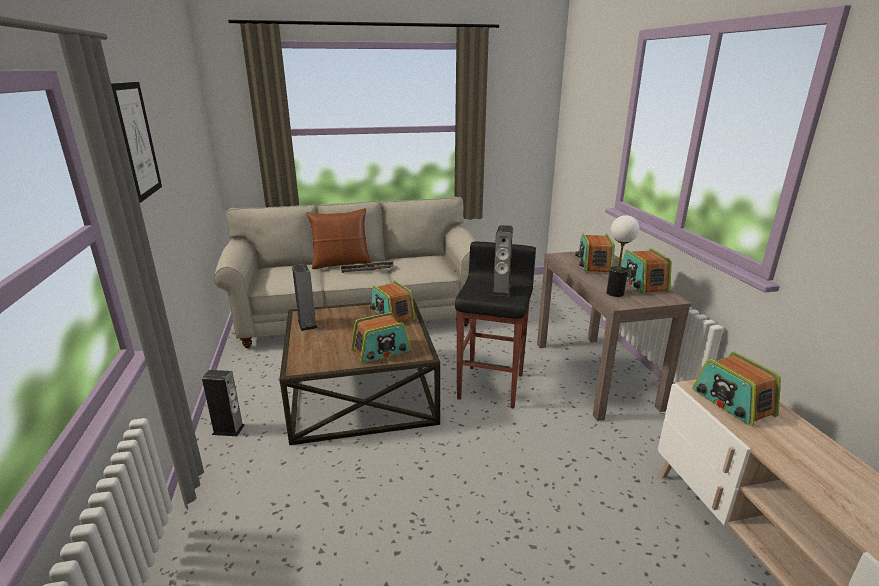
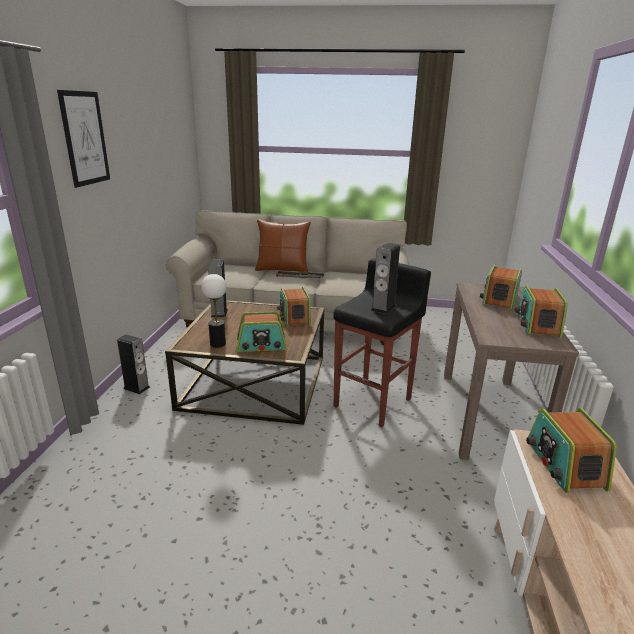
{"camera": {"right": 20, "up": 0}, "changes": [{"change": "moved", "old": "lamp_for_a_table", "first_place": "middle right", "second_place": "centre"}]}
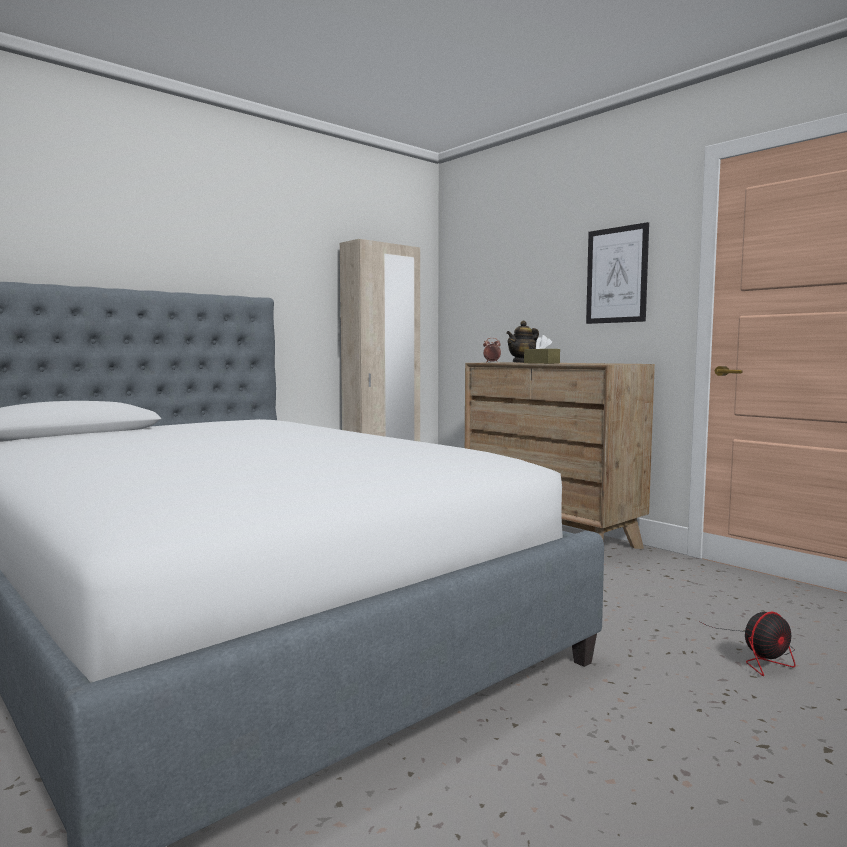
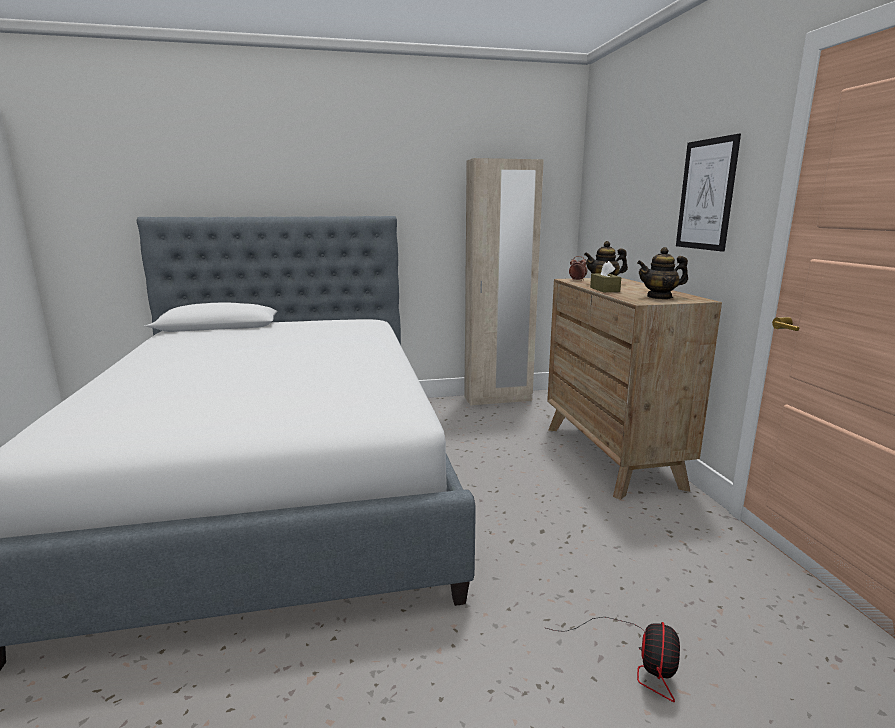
{"camera": {"right": 30, "up": 10}, "changes": [{"change": "turned", "old": "fan", "first_place": "bottom right", "second_place": "bottom right", "degrees": -75}, {"change": "added", "new": "teapot (2nd from left)", "second_place": "middle right"}]}
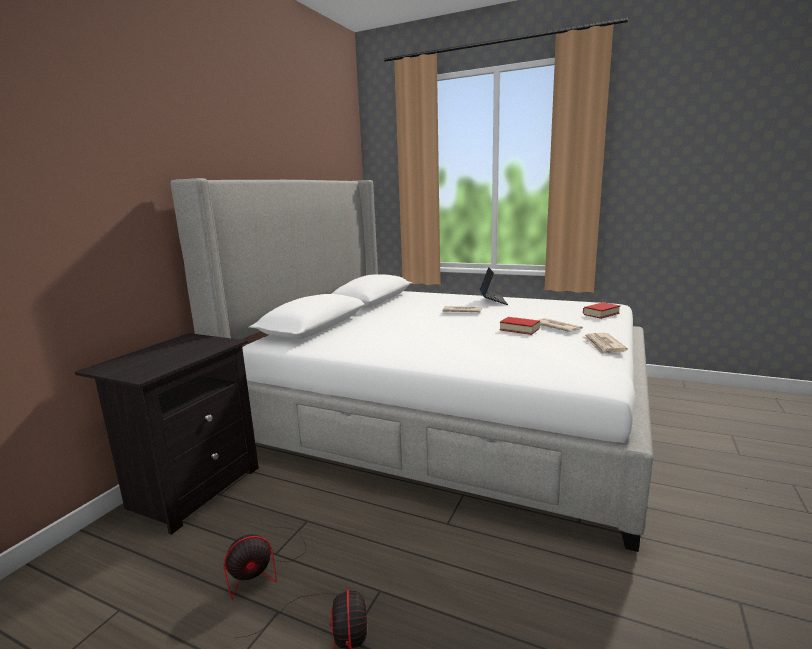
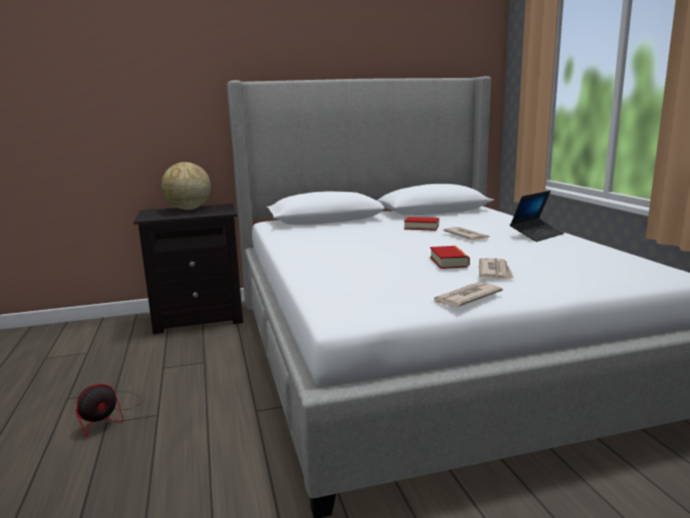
{"camera": {"right": 50, "up": 0}, "changes": [{"change": "added", "new": "globe", "second_place": "middle left"}, {"change": "moved", "old": "bound_book (2nd from left in the first image)", "new": "bound_book (1st from left)", "first_place": "middle right", "second_place": "centre"}, {"change": "removed", "old": "fan (1st from left)", "first_place": "bottom left"}]}
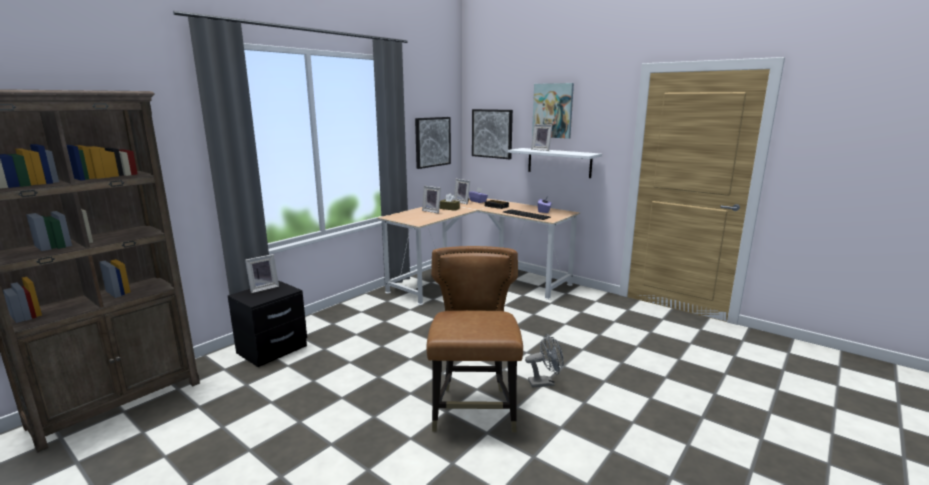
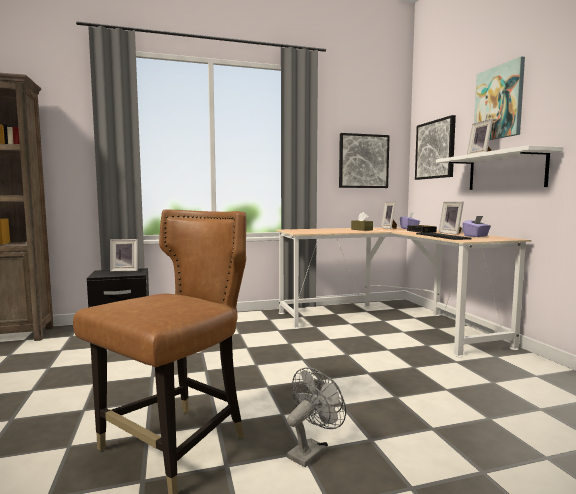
{"camera": {"right": 35, "up": -10}, "changes": [{"change": "turned", "old": "grey_fan", "first_place": "bottom centre", "second_place": "bottom centre", "degrees": -75}, {"change": "moved", "old": "picture_frame (2nd from left in the first image)", "new": "picture_frame (3rd from left)", "first_place": "centre", "second_place": "middle right"}]}
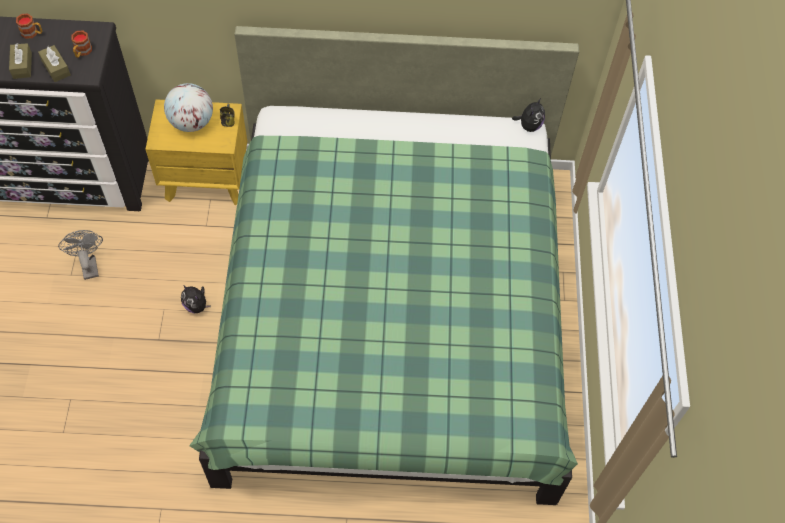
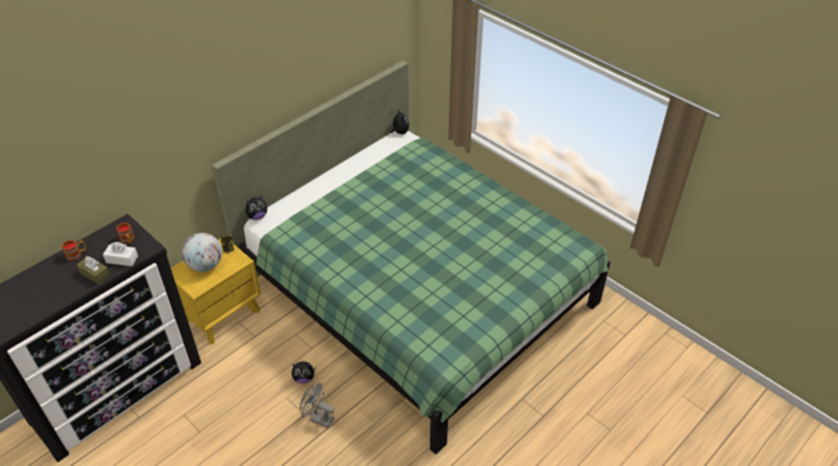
{"camera": {"right": -45, "up": -15}, "changes": [{"change": "recoloured", "old": "brown-coloured_tissue_box (2nd from left)", "new": "white_tissue_box", "first_place": "top left", "second_place": "middle left"}, {"change": "added", "new": "plush_toy (1st from left)", "second_place": "middle left"}, {"change": "moved", "old": "grey_fan", "first_place": "middle left", "second_place": "bottom centre"}]}
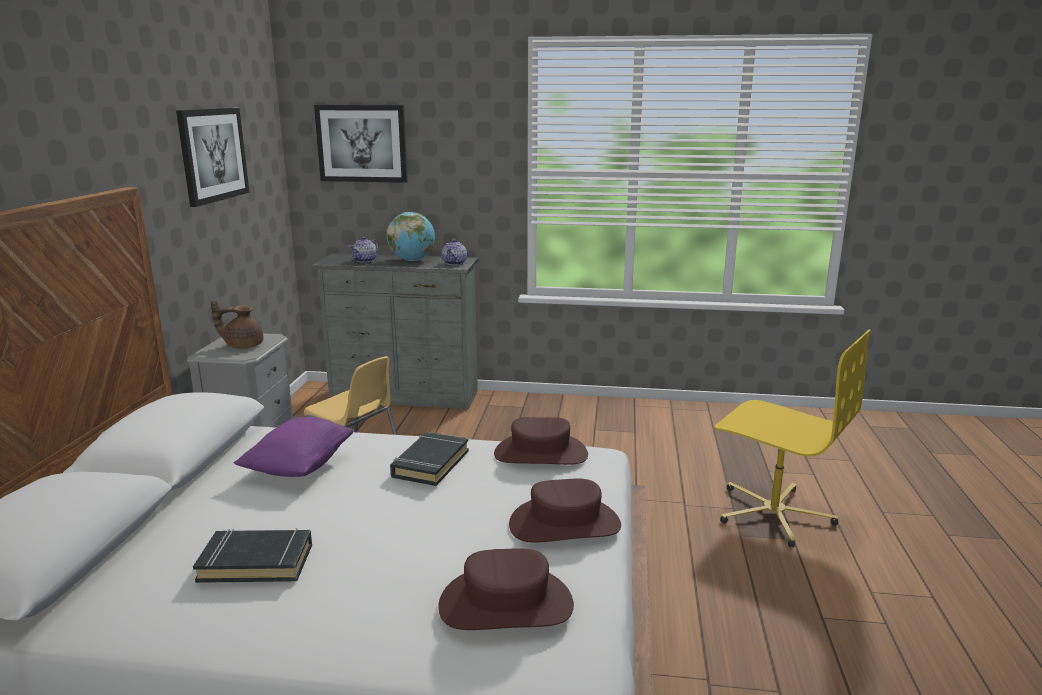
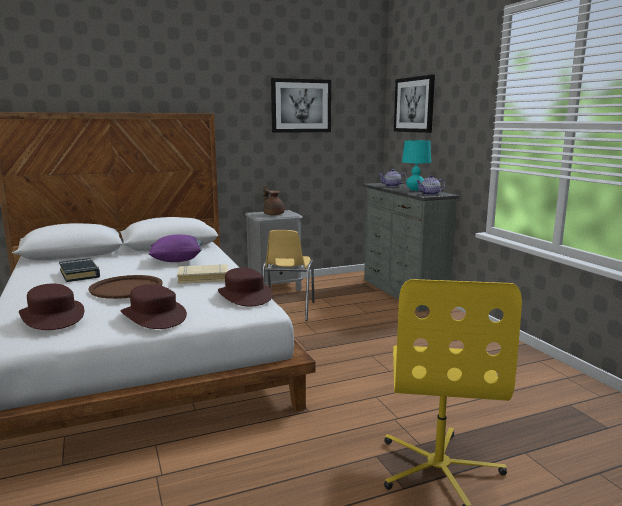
{"camera": {"right": 60, "up": -5}, "changes": [{"change": "added", "new": "brown-coloured_carrying_tray", "second_place": "middle left"}, {"change": "recoloured", "old": "black-coloured_bound_book (2nd from left)", "new": "beige_bound_book", "first_place": "centre", "second_place": "middle left"}, {"change": "replaced", "old": "globe", "new": "turquoise_lamp_for_a_table", "first_place": "centre", "second_place": "top right"}]}
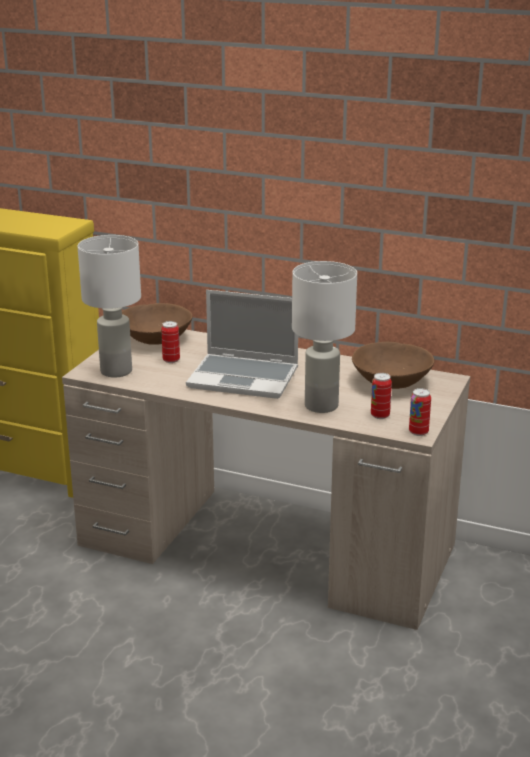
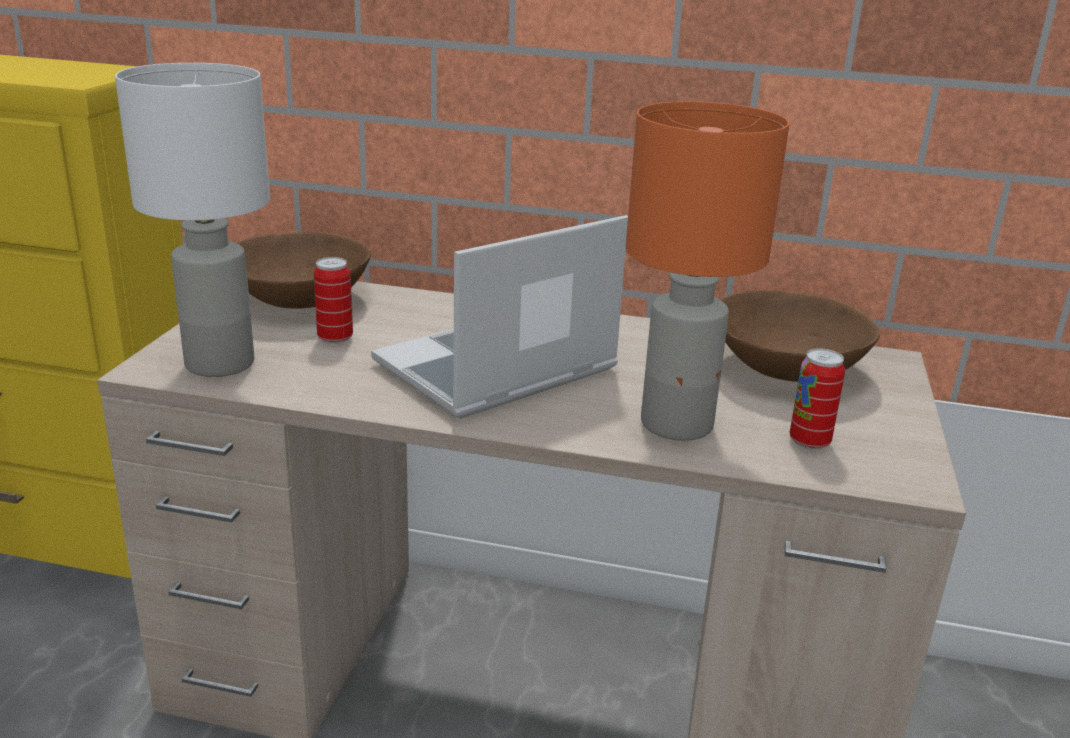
{"camera": {"right": -10, "up": 0}, "changes": [{"change": "turned", "old": "portable_computer", "first_place": "centre", "second_place": "centre", "degrees": 135}, {"change": "recoloured", "old": "white_lamp_for_a_table (2nd from left)", "new": "orange_lamp_for_a_table", "first_place": "centre", "second_place": "centre"}, {"change": "removed", "old": "can (3rd from left)", "first_place": "middle right"}]}
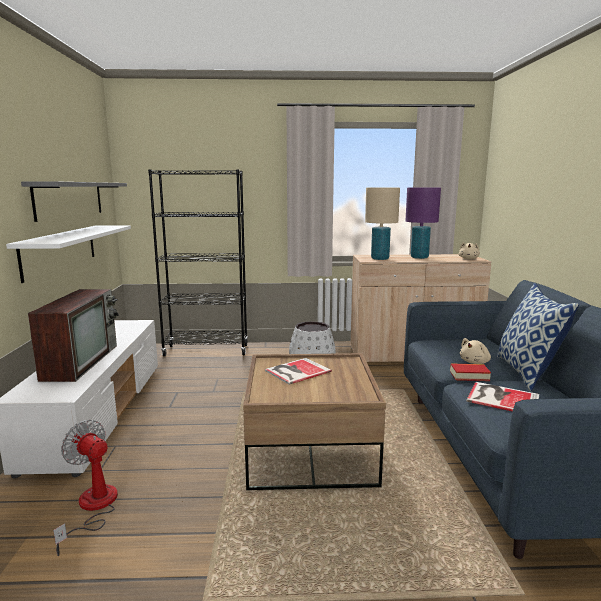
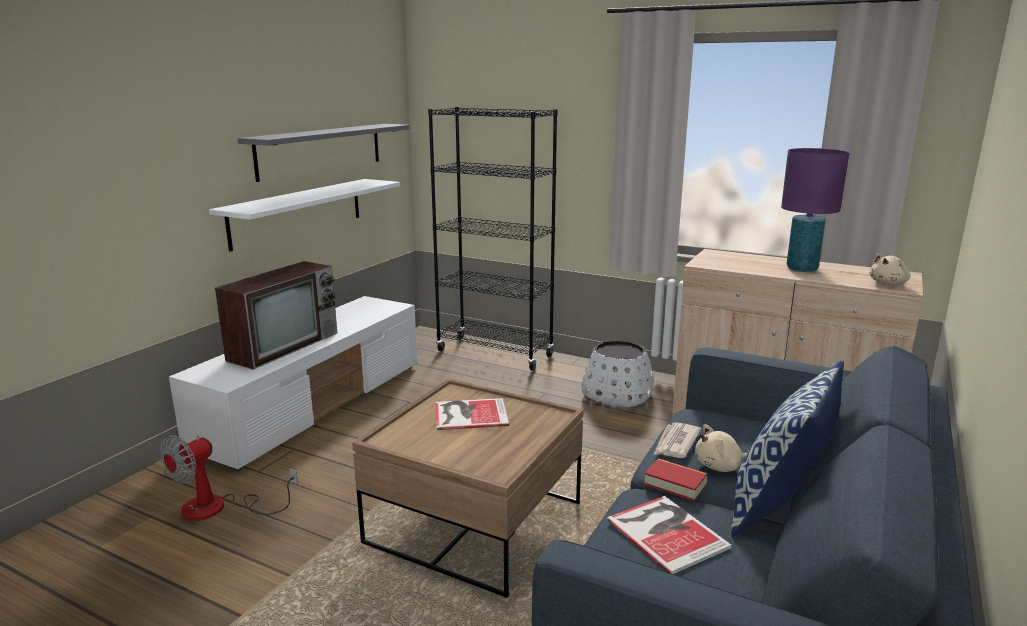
{"camera": {"right": 30, "up": 5}, "changes": [{"change": "turned", "old": "fan", "first_place": "bottom left", "second_place": "bottom left", "degrees": -120}, {"change": "added", "new": "daily_paper", "second_place": "bottom centre"}, {"change": "removed", "old": "beige_lamp_for_a_table", "first_place": "centre"}]}
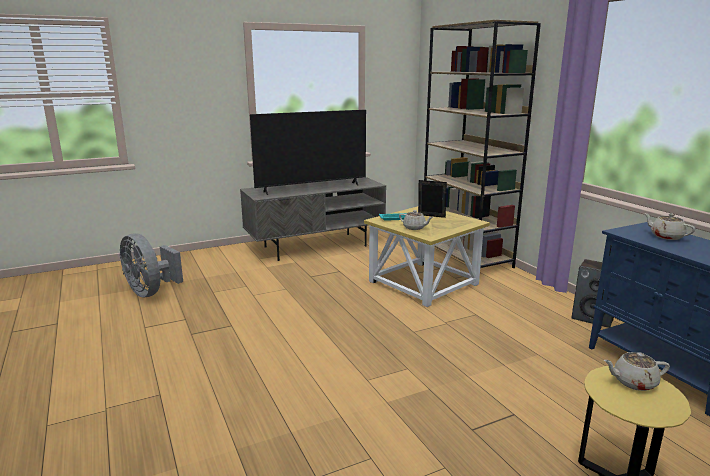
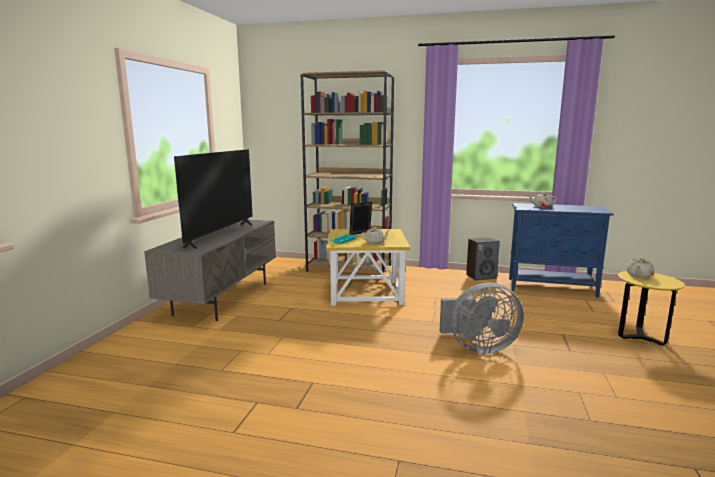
{"camera": {"right": -50, "up": -5}, "changes": [{"change": "moved", "old": "grey_fan", "first_place": "middle left", "second_place": "bottom right"}]}
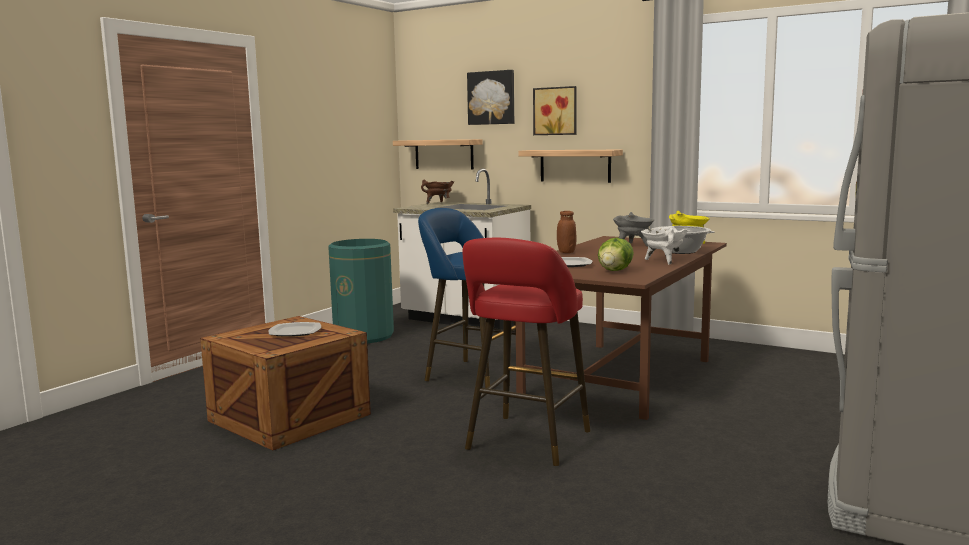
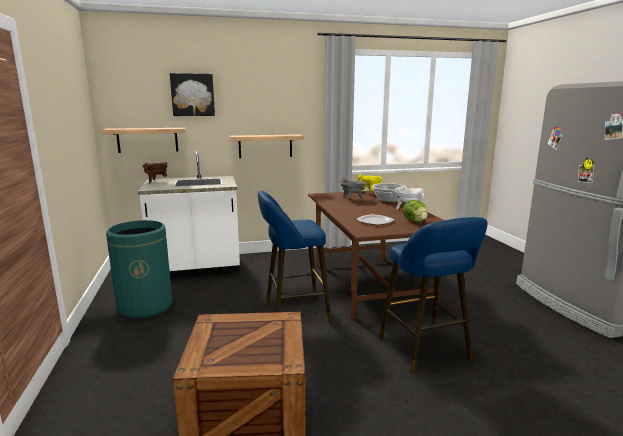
{"camera": {"right": -45, "up": 5}, "changes": [{"change": "recoloured", "old": "red_sitting_stool", "new": "blue-coloured_sitting_stool (2nd from left)", "first_place": "centre", "second_place": "bottom right"}, {"change": "removed", "old": "dinner_plate (1st from left)", "first_place": "middle left"}, {"change": "removed", "old": "wall_art (2nd from left)", "first_place": "top centre"}, {"change": "removed", "old": "brown-coloured_preserve_jar", "first_place": "centre"}]}
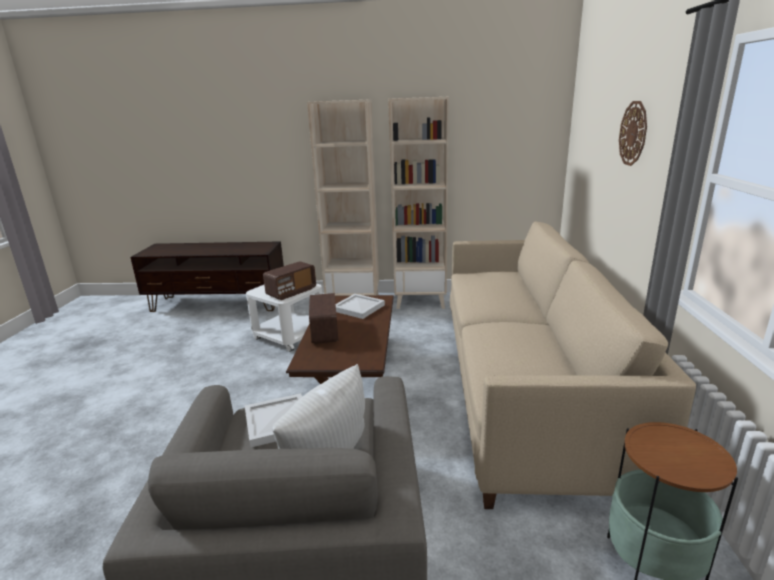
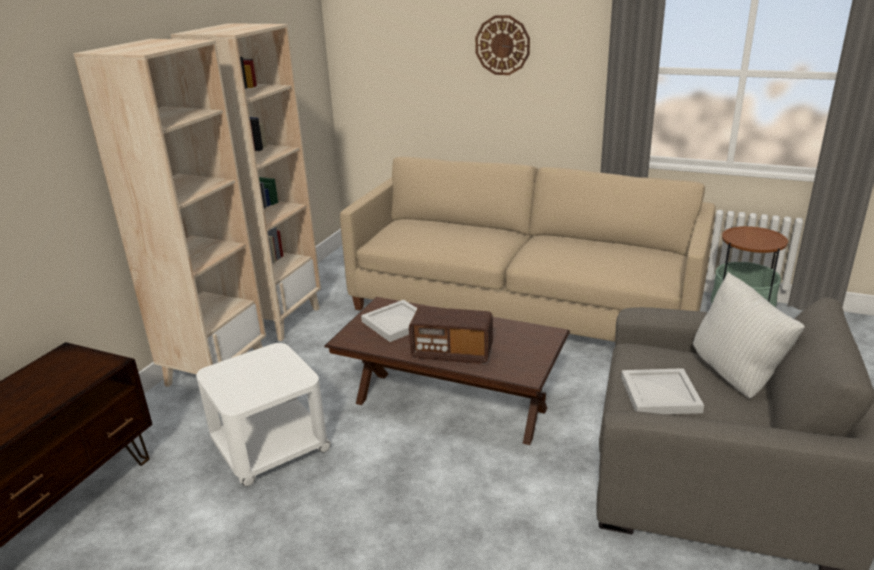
{"camera": {"right": -70, "up": 5}, "changes": [{"change": "removed", "old": "radio (1st from left)", "first_place": "centre"}]}
